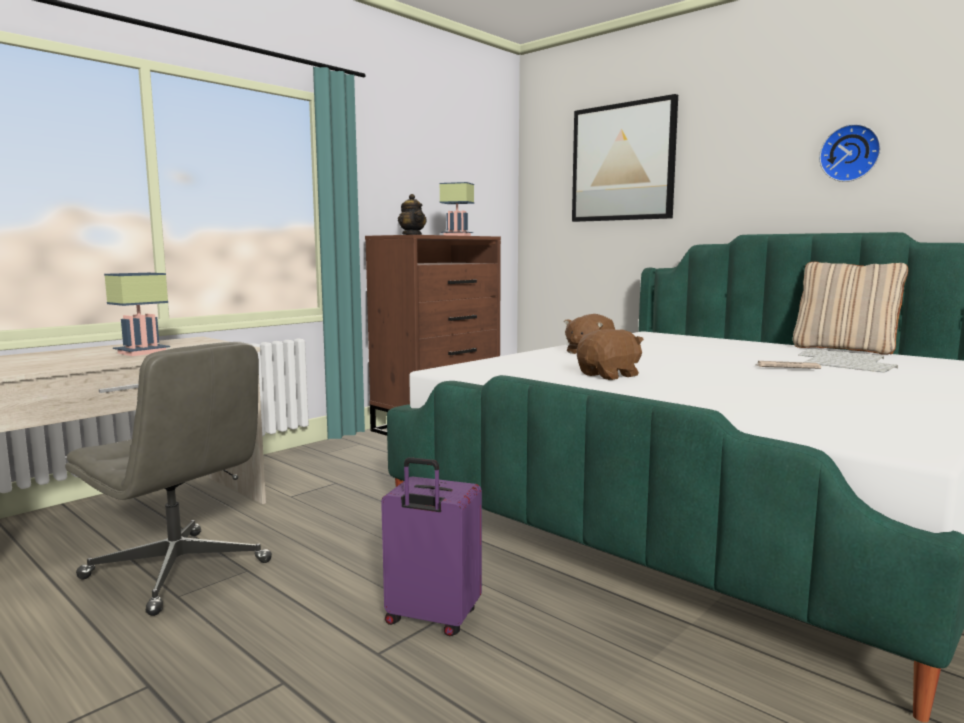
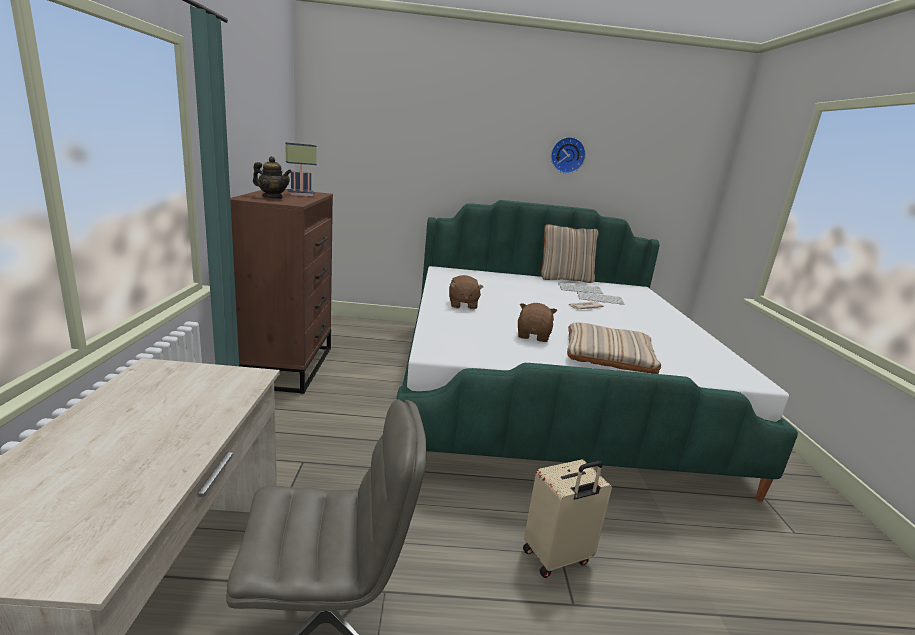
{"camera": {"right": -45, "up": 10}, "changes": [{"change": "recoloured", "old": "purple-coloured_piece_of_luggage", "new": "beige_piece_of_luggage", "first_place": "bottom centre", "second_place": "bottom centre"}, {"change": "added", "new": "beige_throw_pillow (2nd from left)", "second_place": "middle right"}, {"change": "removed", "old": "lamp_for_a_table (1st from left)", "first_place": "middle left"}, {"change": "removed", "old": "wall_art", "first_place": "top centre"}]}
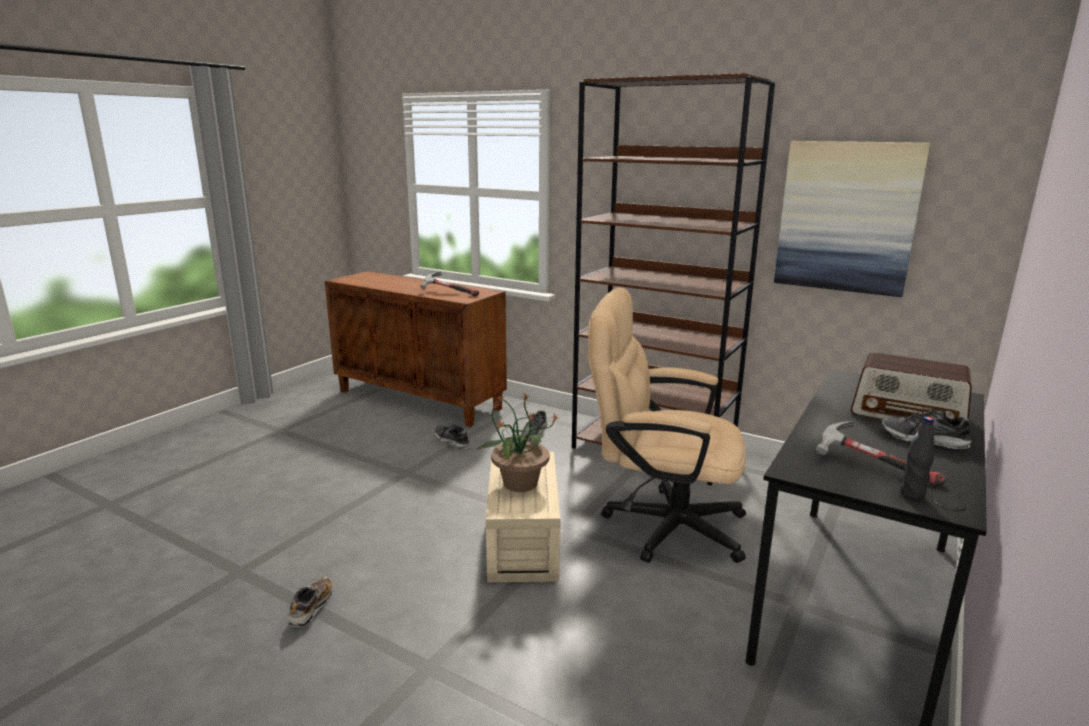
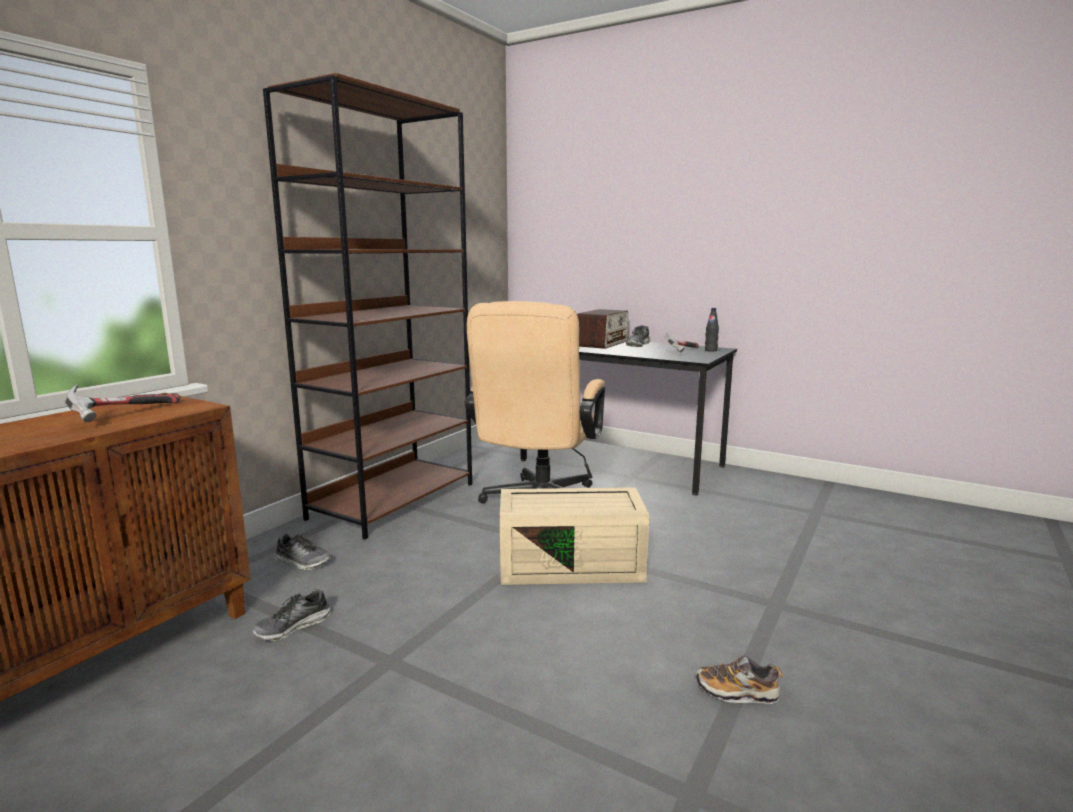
{"camera": {"right": -90, "up": -5}, "changes": [{"change": "removed", "old": "potted_plant", "first_place": "centre"}, {"change": "removed", "old": "wall_art", "first_place": "top right"}]}
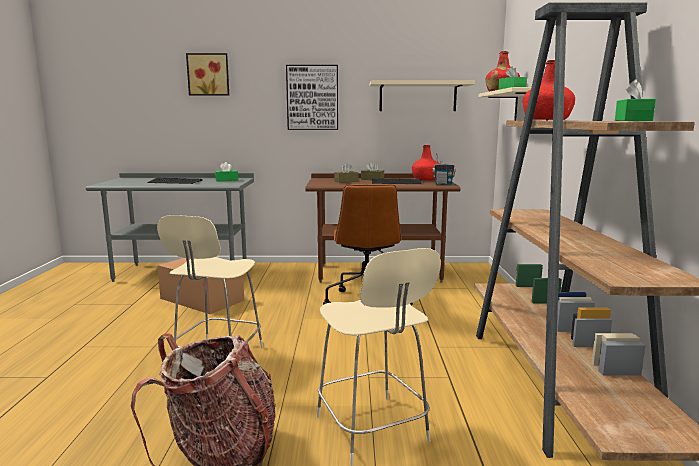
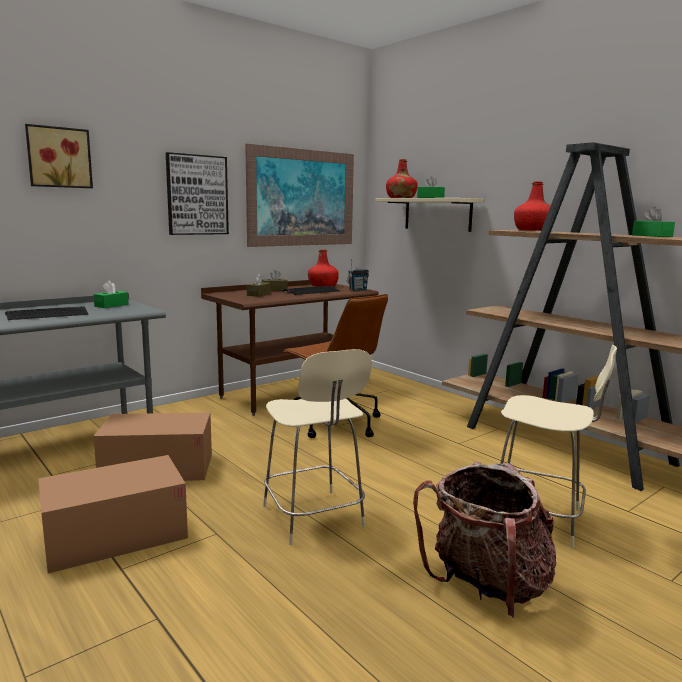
{"camera": {"right": -40, "up": 0}, "changes": [{"change": "added", "new": "carton (1st from left)", "second_place": "bottom left"}, {"change": "replaced", "old": "beige_shelf (1st from left)", "new": "wall_art (3rd from left)", "first_place": "top centre", "second_place": "top centre"}]}
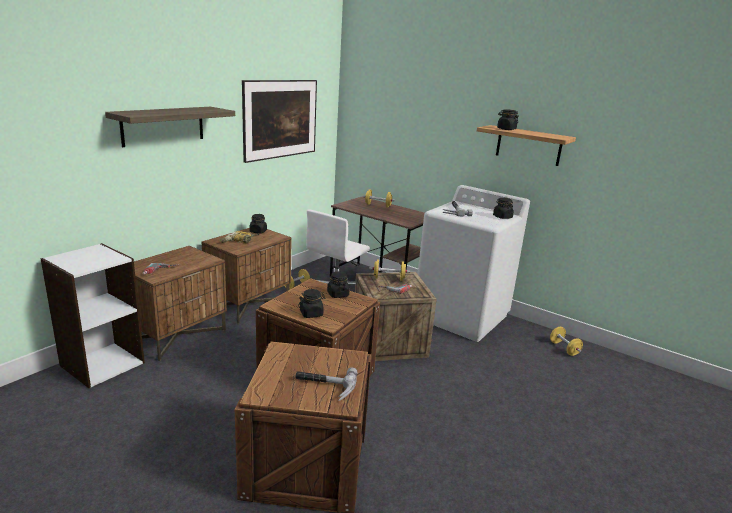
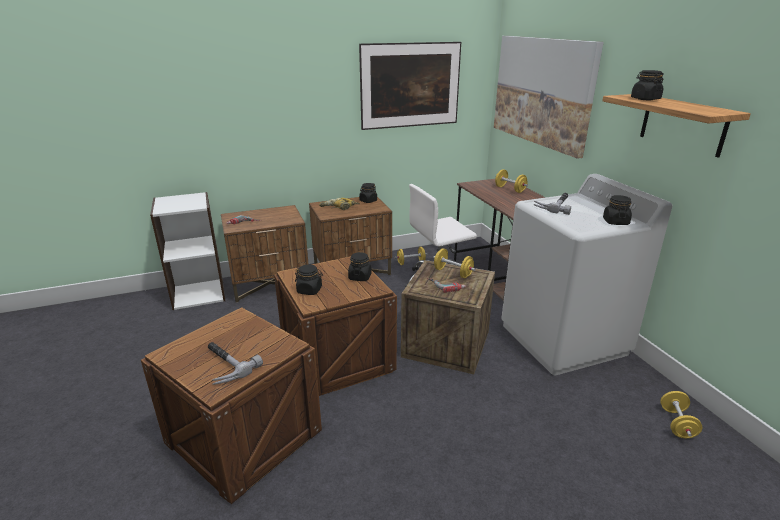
{"camera": {"right": 35, "up": 5}, "changes": [{"change": "added", "new": "wall_art (2nd from left)", "second_place": "top right"}, {"change": "removed", "old": "shelf (1st from left)", "first_place": "top left"}]}
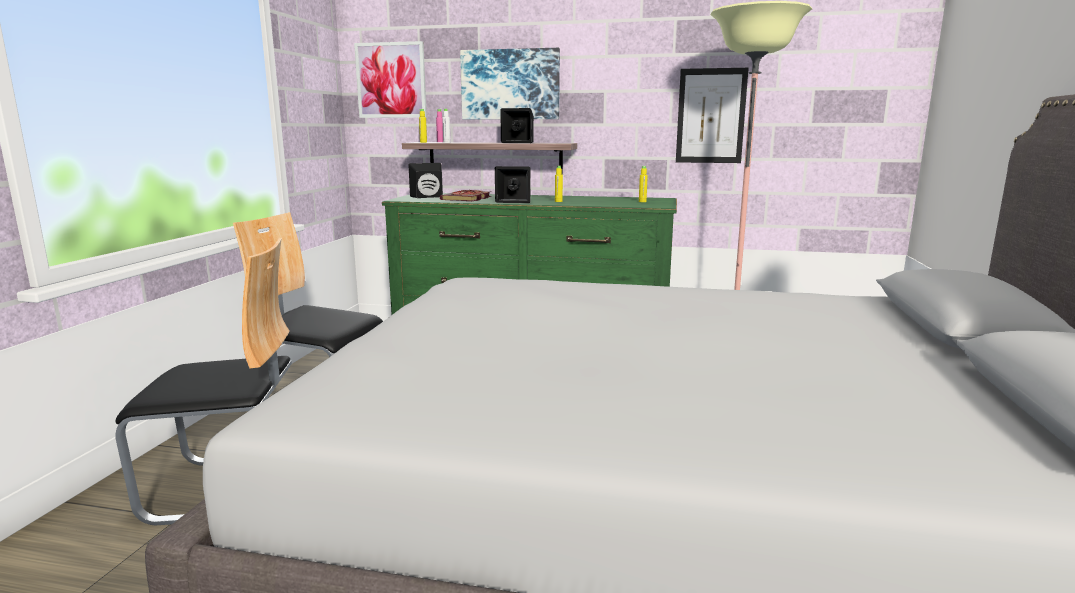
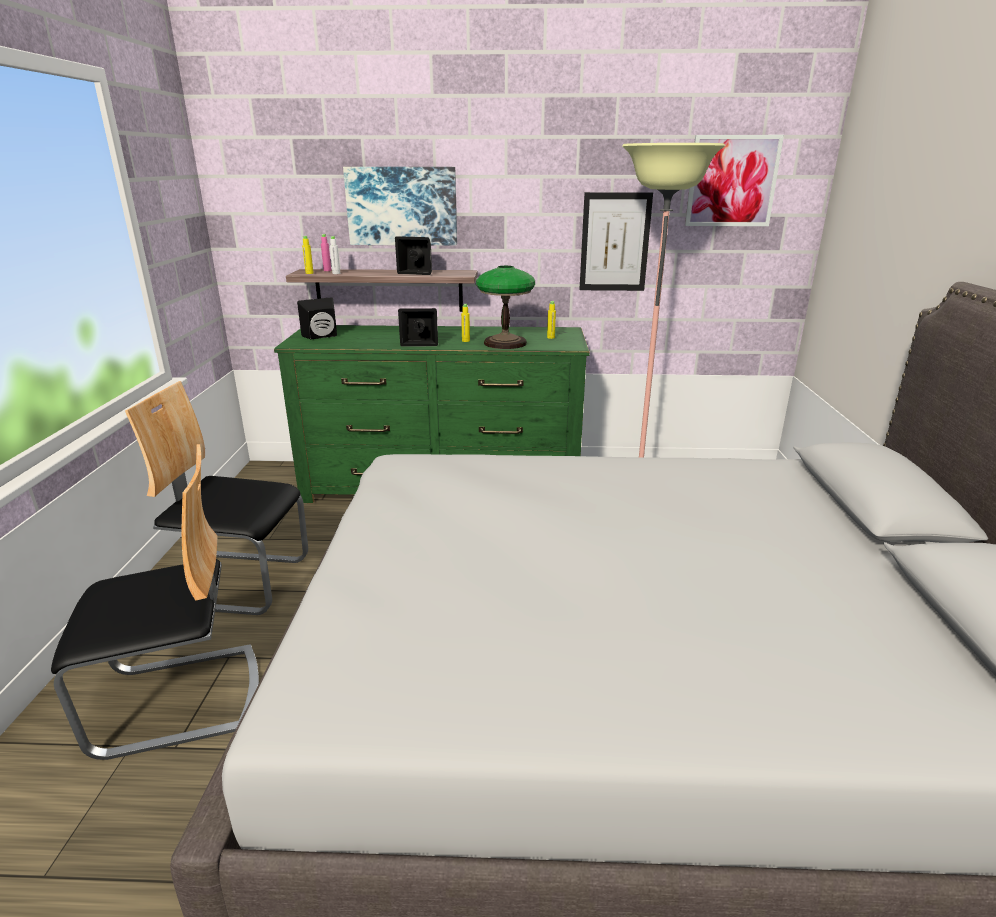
{"camera": {"right": -10, "up": 10}, "changes": [{"change": "added", "new": "lamp_for_a_table", "second_place": "centre"}, {"change": "moved", "old": "wall_art (1st from left in the first image)", "new": "wall_art (3rd from left)", "first_place": "top centre", "second_place": "top right"}, {"change": "removed", "old": "bound_book", "first_place": "top centre"}]}
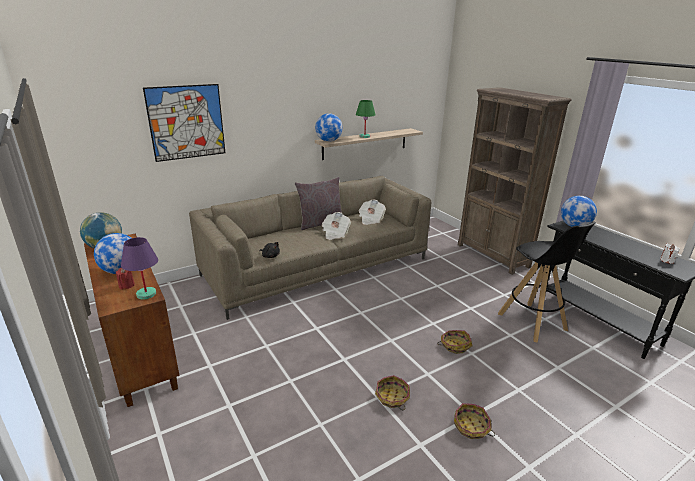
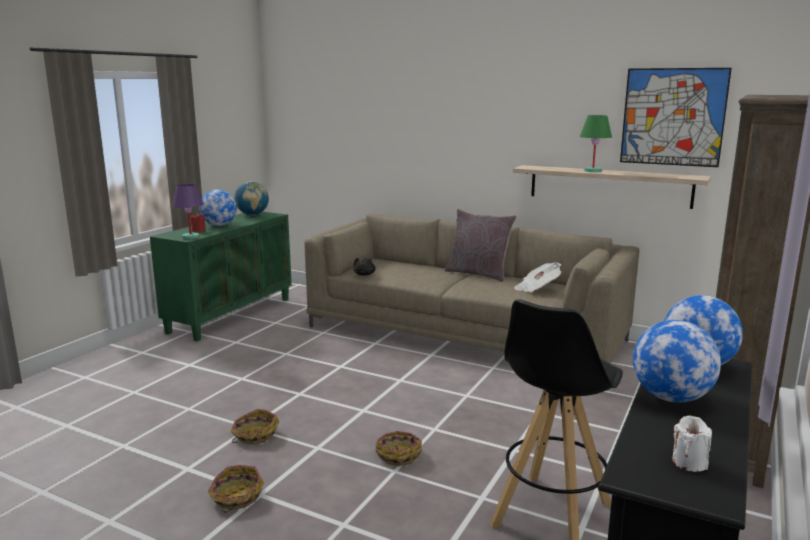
{"camera": {"right": 60, "up": -10}, "changes": [{"change": "recoloured", "old": "brown-coloured_storage_cabinet", "new": "green-coloured_storage_cabinet", "first_place": "middle left", "second_place": "middle left"}, {"change": "moved", "old": "wall_art", "first_place": "top left", "second_place": "top right"}, {"change": "moved", "old": "globe (3rd from left)", "first_place": "top centre", "second_place": "bottom right"}, {"change": "removed", "old": "daily_paper (1st from left)", "first_place": "centre"}]}
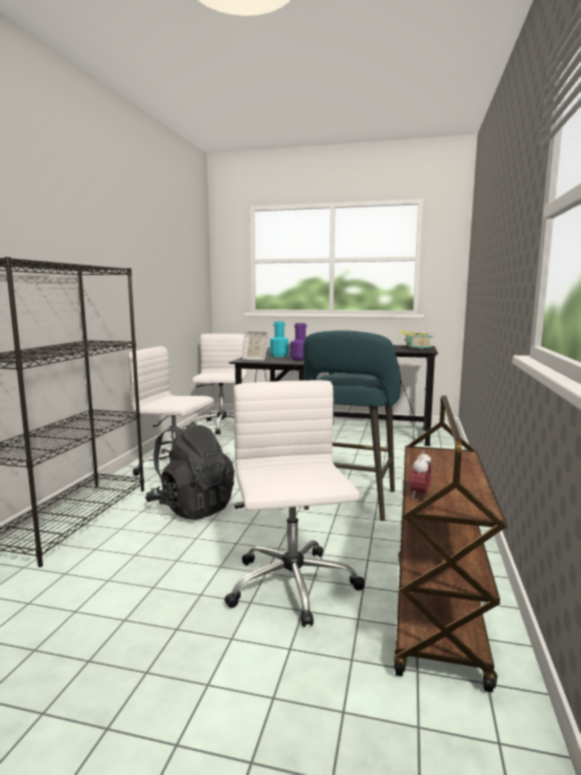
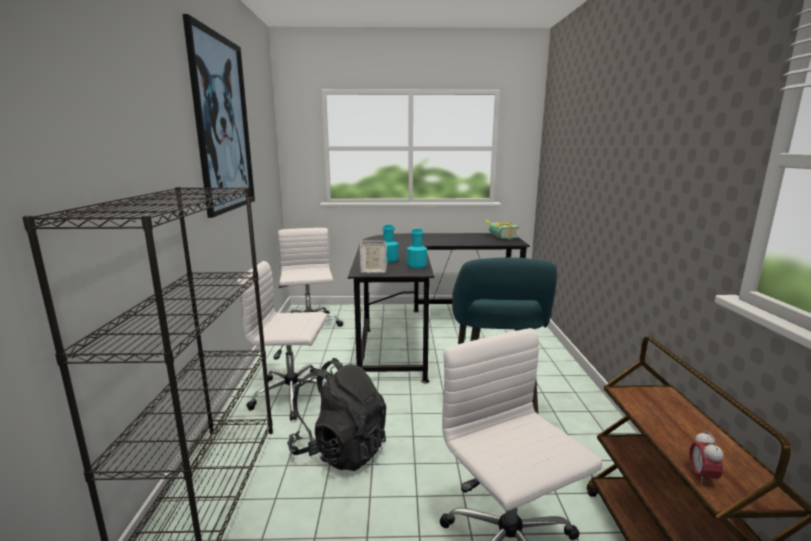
{"camera": {"right": -15, "up": 5}, "changes": [{"change": "added", "new": "wall_art", "second_place": "top left"}, {"change": "recoloured", "old": "purple-coloured_beverage_bottle", "new": "turquoise_beverage_bottle (2nd from left)", "first_place": "centre", "second_place": "centre"}]}
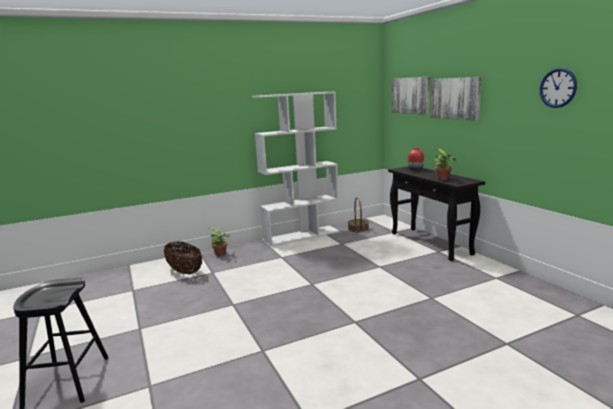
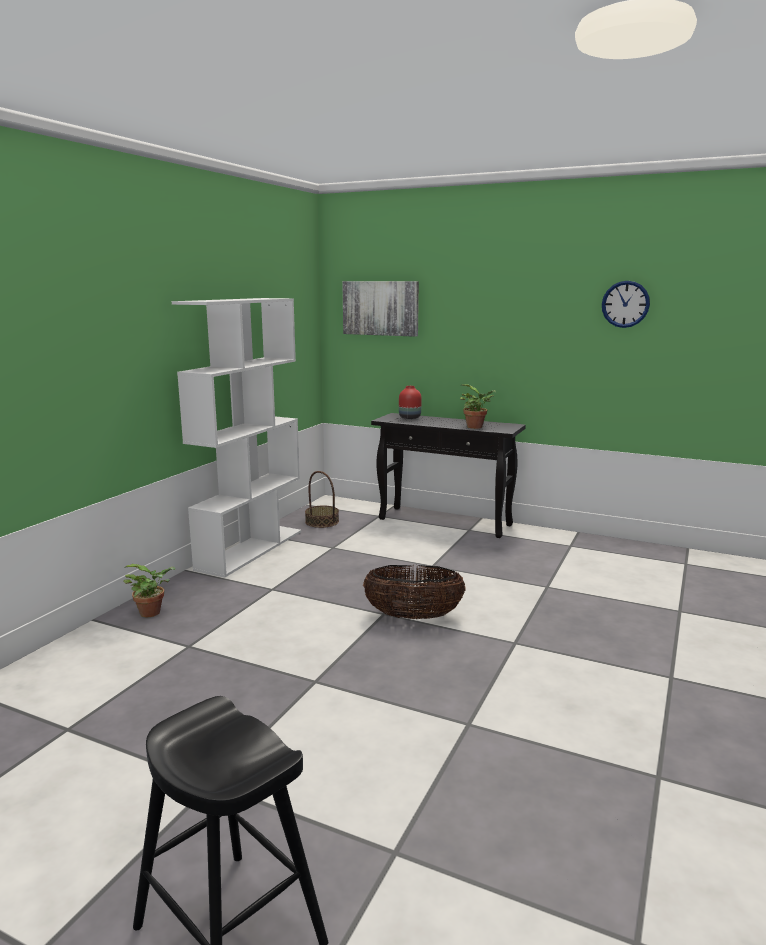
{"camera": {"right": -40, "up": 0}, "changes": [{"change": "moved", "old": "household_basket (1st from left in the first image)", "new": "household_basket (2nd from left)", "first_place": "middle left", "second_place": "centre"}, {"change": "removed", "old": "wall_art (2nd from left)", "first_place": "top right"}]}
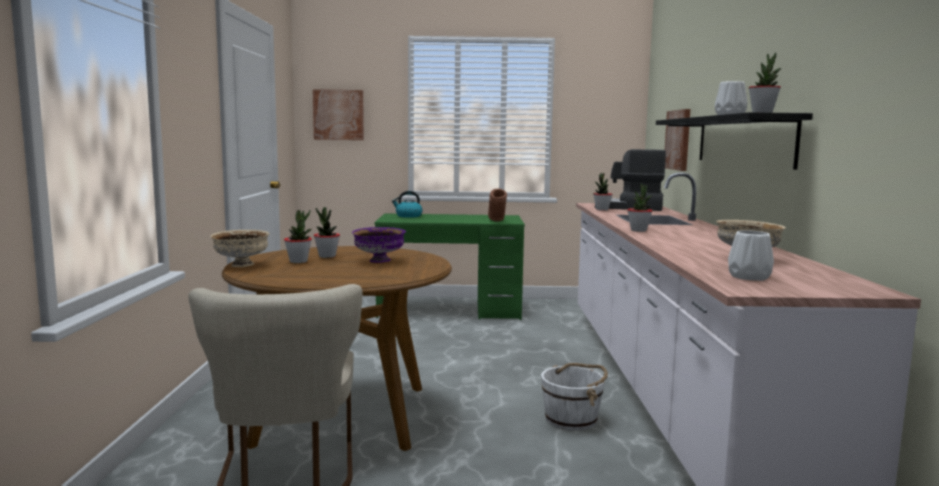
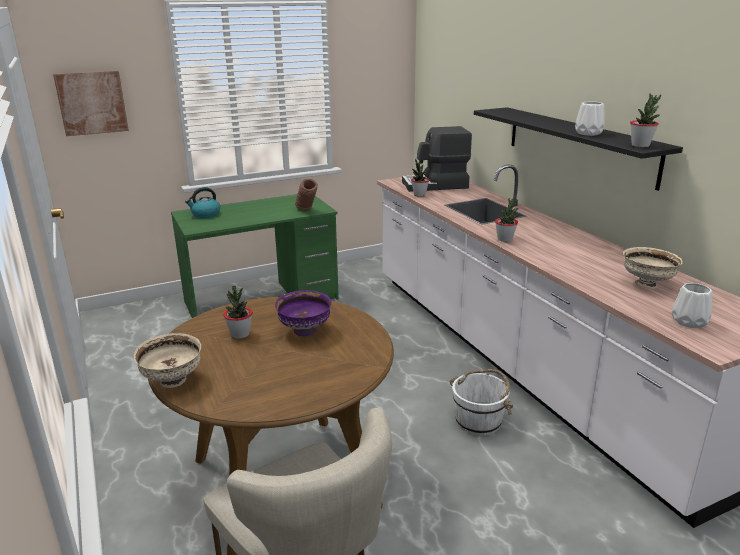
{"camera": {"right": -25, "up": 15}, "changes": [{"change": "removed", "old": "potted_plant (1st from left)", "first_place": "middle left"}, {"change": "removed", "old": "wall_art (2nd from left)", "first_place": "top right"}]}
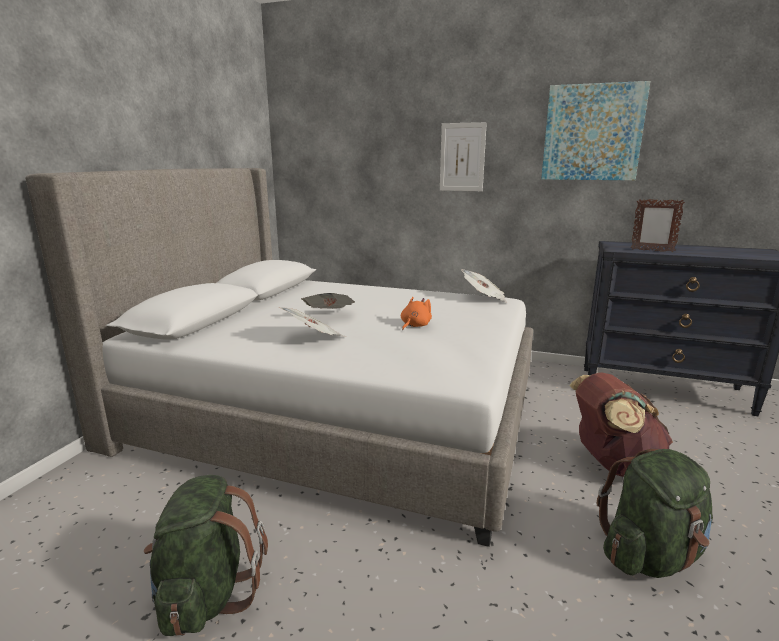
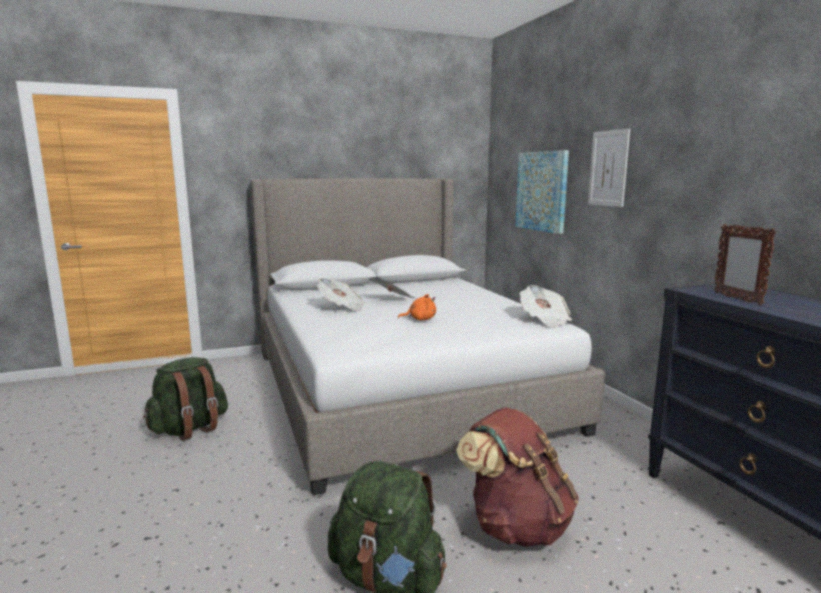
{"camera": {"right": 50, "up": -5}, "changes": [{"change": "moved", "old": "wall_art (2nd from left in the first image)", "new": "wall_art (1st from left)", "first_place": "top right", "second_place": "top centre"}]}
